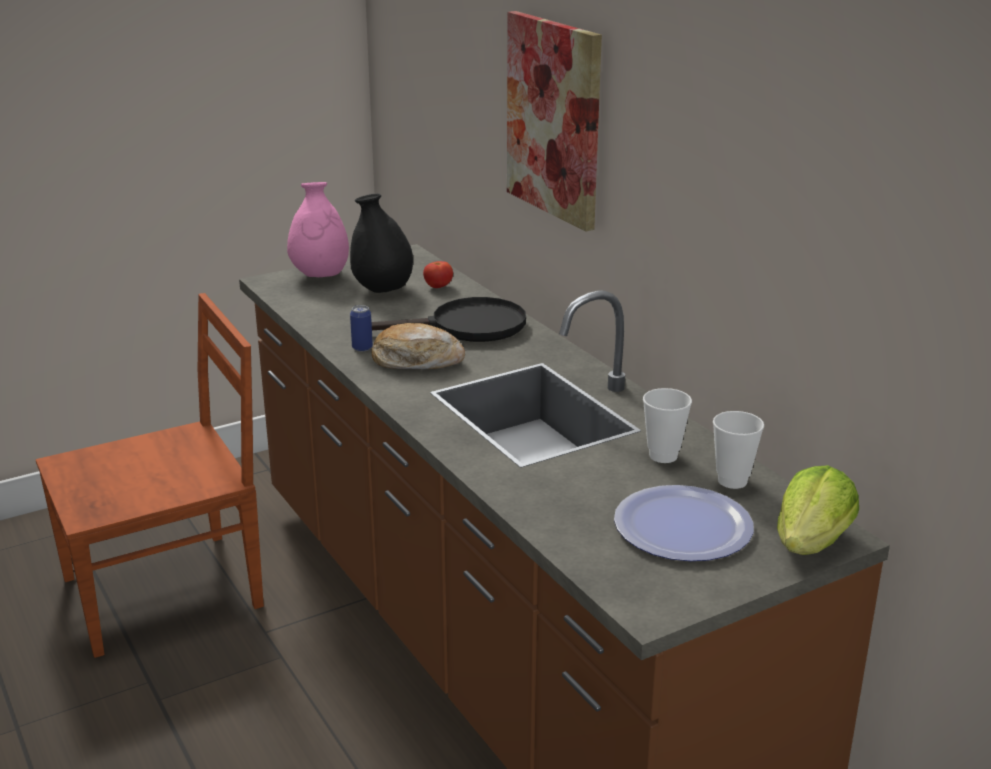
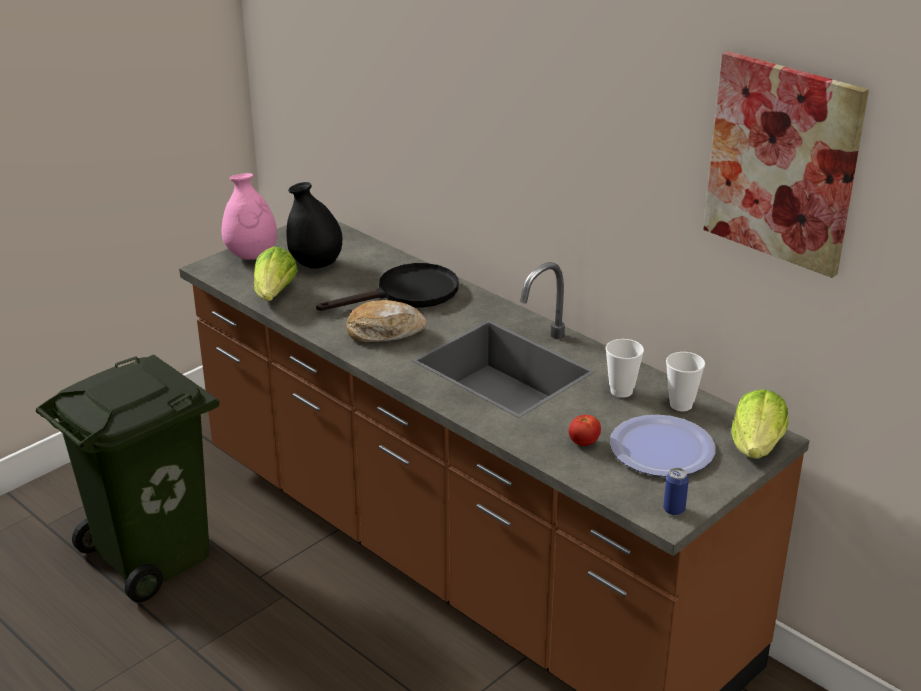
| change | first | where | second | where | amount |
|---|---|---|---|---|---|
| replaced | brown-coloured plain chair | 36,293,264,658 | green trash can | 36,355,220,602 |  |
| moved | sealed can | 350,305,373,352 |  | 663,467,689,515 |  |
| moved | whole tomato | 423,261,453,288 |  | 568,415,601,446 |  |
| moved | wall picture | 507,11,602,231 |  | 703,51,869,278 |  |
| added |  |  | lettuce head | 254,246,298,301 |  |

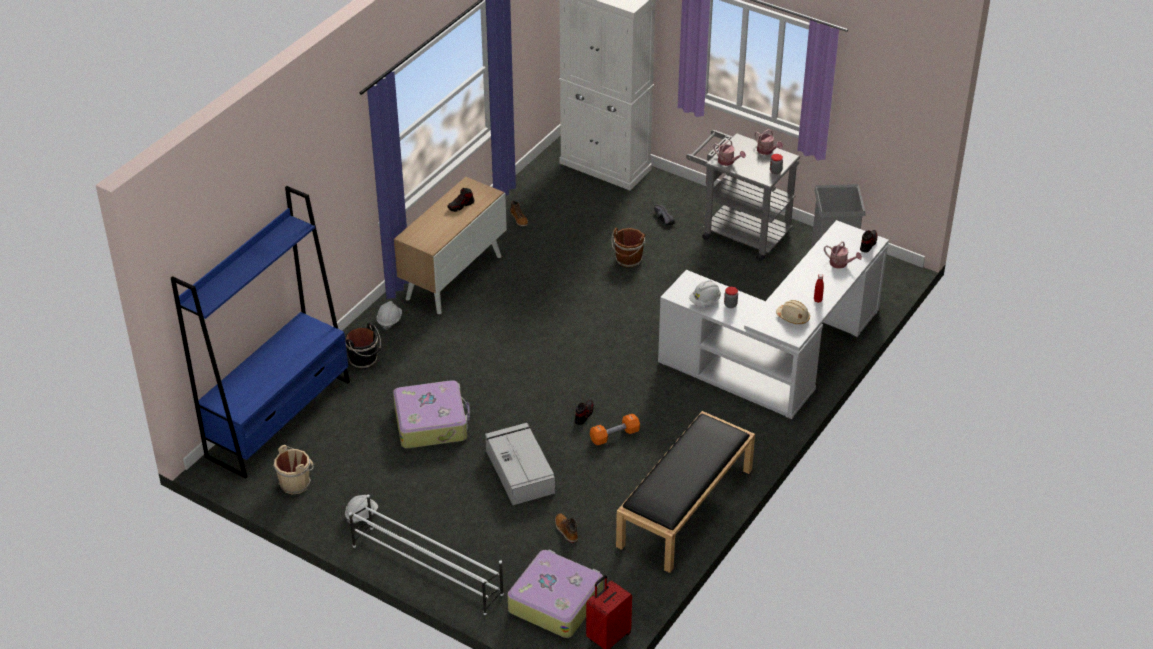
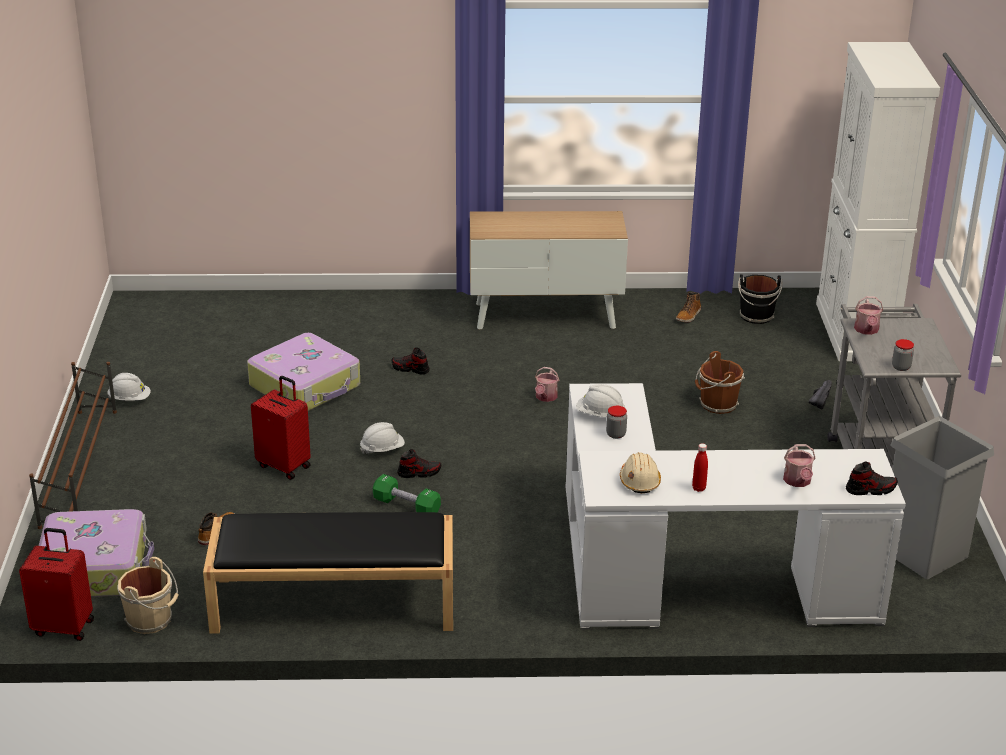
| change | first | where | second | where | amount |
|---|---|---|---|---|---|
| removed | bluish shelving unit | 171,186,350,479 |  |  |  |
| moved | beige-coloured bucket | 273,445,314,494 |  | 117,557,179,634 |  |
| moved | black bucket | 345,323,381,369 |  | 738,274,783,324 |  |
| recoloured | whitish shoe rack | 349,495,504,615 | brown-coloured shoe rack | 29,362,117,529 |  |
| moved | whitish hard hat | 376,301,402,330 |  | 360,422,405,454 |  |
| moved | shoe | 447,188,474,212 |  | 392,348,430,375 |  |
| replaced | gray storage box | 485,423,555,505 | reddish travel case | 251,376,311,480 |  |
| recoloured | orangey free weight | 590,414,640,445 | green free weight | 373,474,441,512 |  |
| moved | watering can | 754,129,783,155 |  | 535,367,559,402 |  |

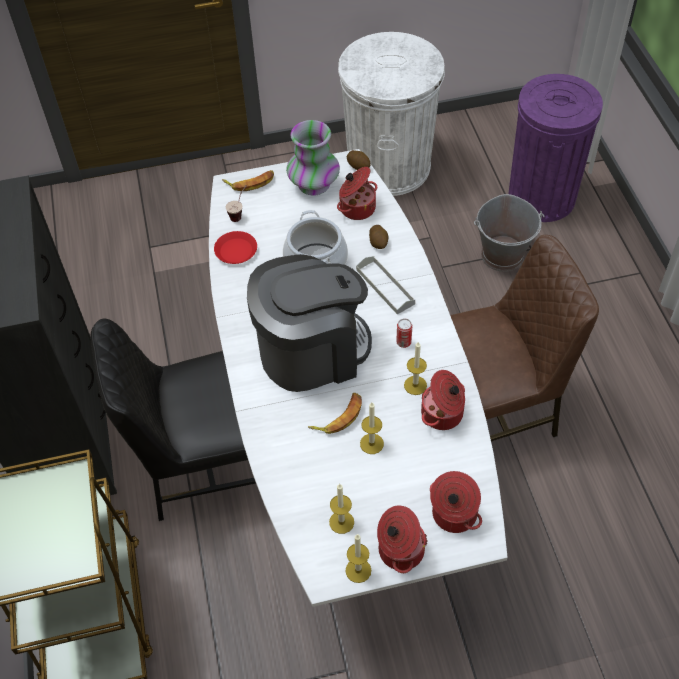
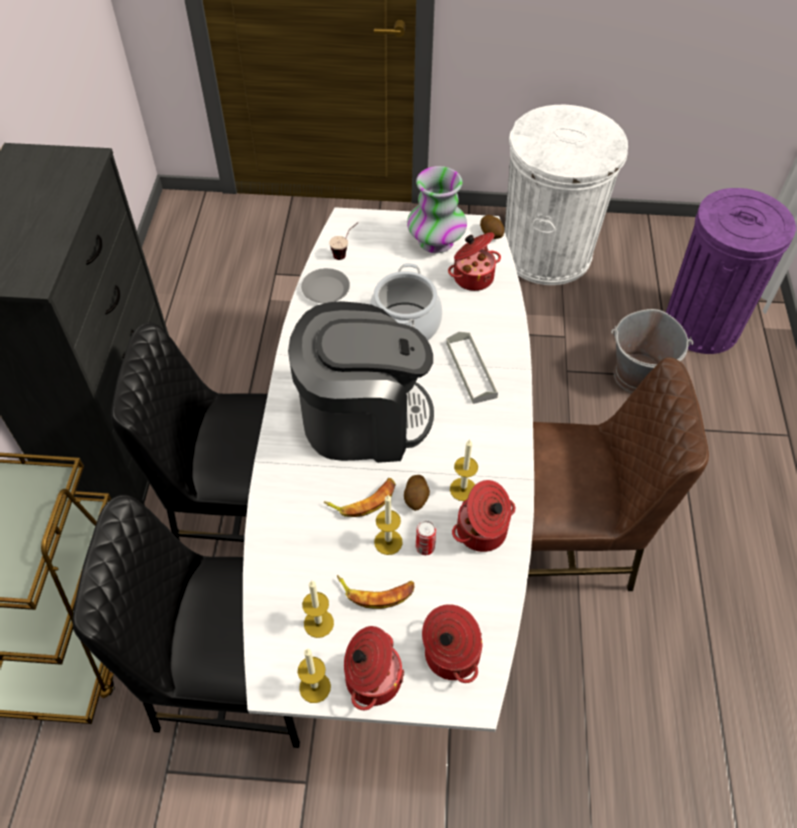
| change | first | where | second | where | amount |
|---|---|---|---|---|---|
| recoloured | reddish flat dish | 214,231,257,264 | gray flat dish | 301,268,350,303 |  |
| moved | banana | 222,170,274,191 |  | 337,575,414,609 |  |
| moved | spud | 369,225,389,249 |  | 404,475,430,511 |  |
| moved | sealed can | 396,318,412,348 |  | 416,521,436,555 |  |
| added |  |  | black plain chair | 72,495,300,748 |  |

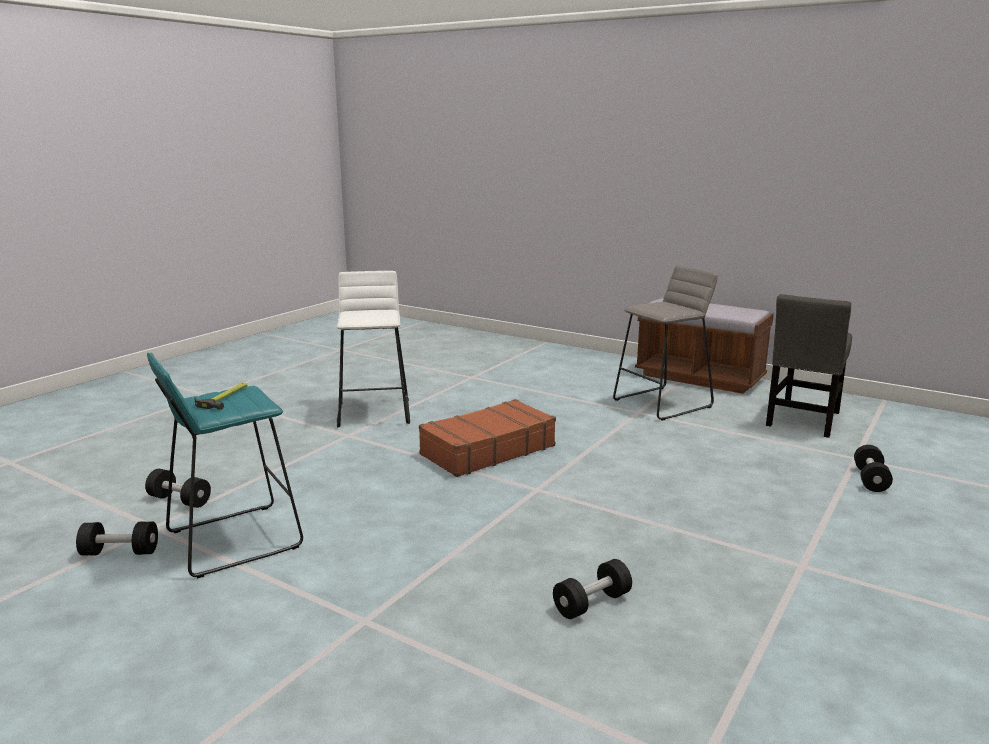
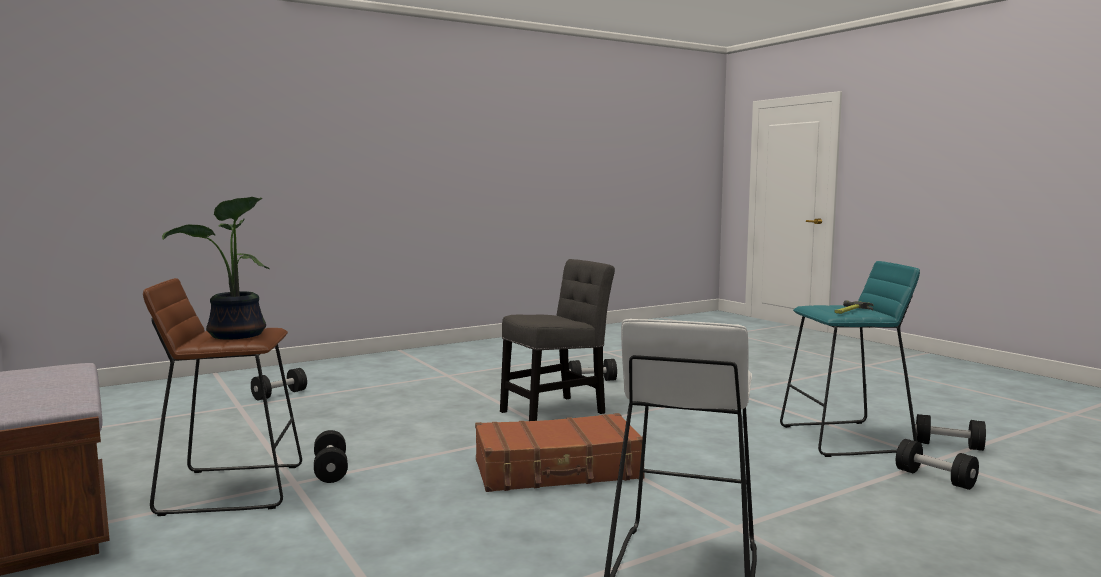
| change | first | where | second | where | amount |
|---|---|---|---|---|---|
| recoloured | gray sitting stool | 613,266,718,421 | brown-coloured sitting stool | 143,278,302,516 |  |
| moved | gray plain chair | 766,294,852,438 |  | 500,259,615,421 |  |
| added |  |  | potted plant | 162,197,270,339 |  |
| added |  |  | black free weight | 314,430,348,483 |  |

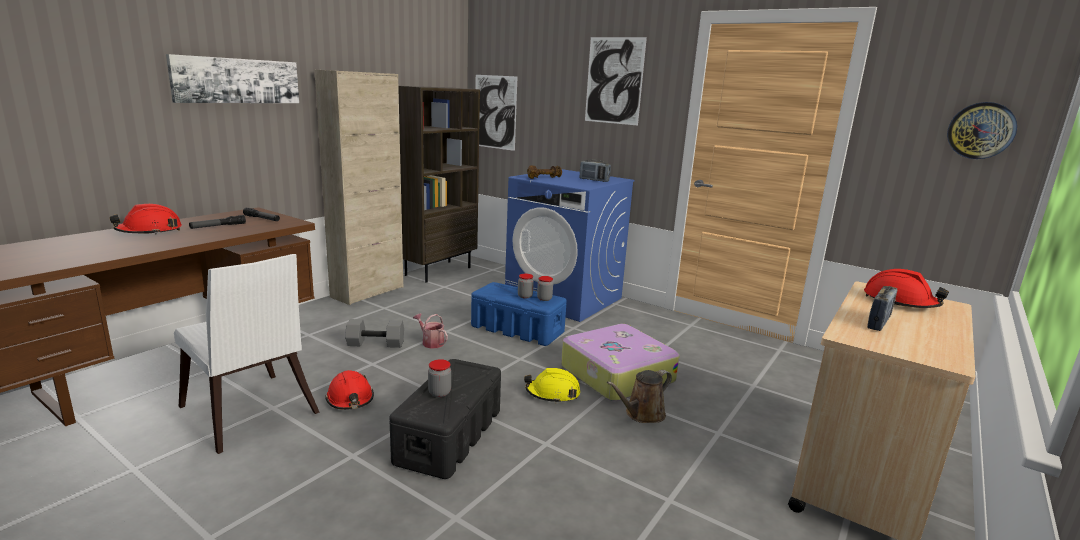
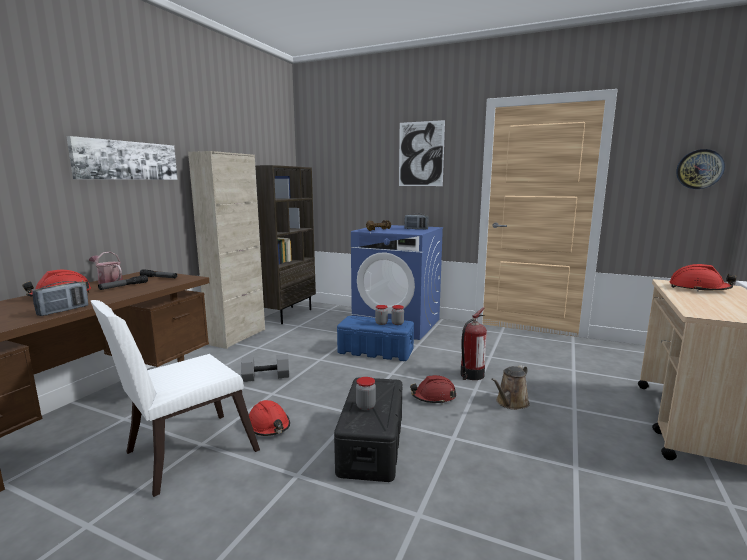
| change | first | where | second | where | amount |
|---|---|---|---|---|---|
| turned | whitish plain chair | 174,254,320,454 |  | 91,300,260,497 | 105 degrees clockwise |
| moved | watering can | 413,313,448,349 |  | 89,252,123,284 |  |
| removed | wall picture | 475,75,517,151 |  |  |  |
| recoloured | yellowish hard hat | 524,368,580,404 | reddish hard hat | 410,375,456,404 |  |
| replaced | travel case | 561,324,680,401 | fire extinguisher | 461,307,487,380 |  |
| moved | radio receiver | 867,286,897,331 |  | 32,281,88,316 |  |

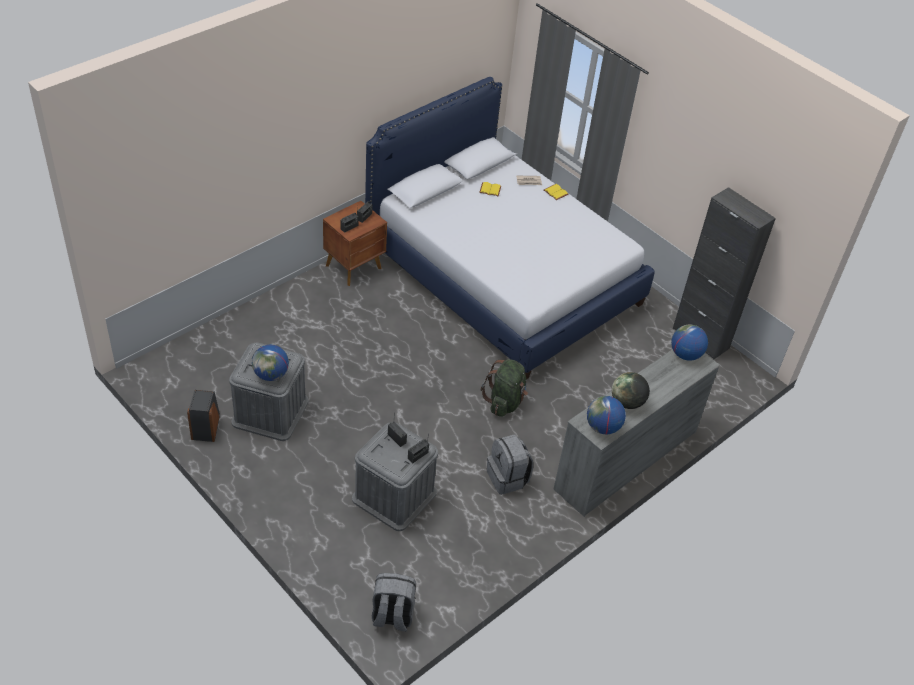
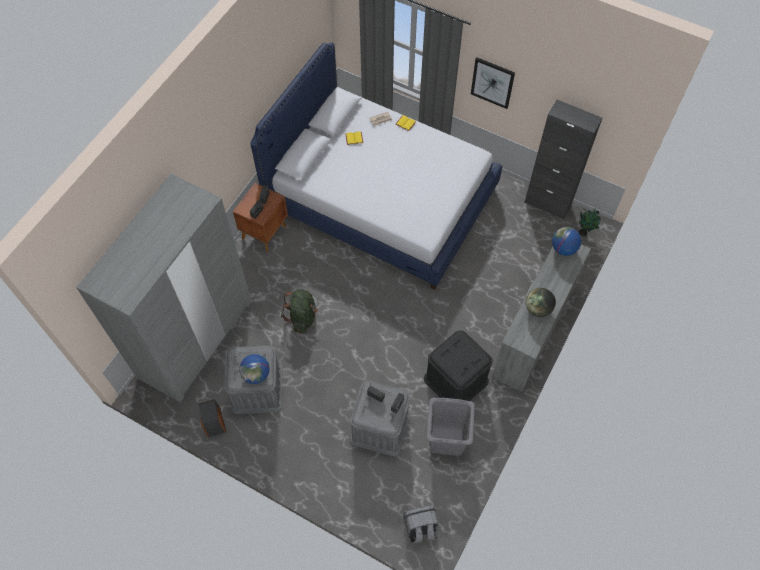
| change | first | where | second | where | amount |
|---|---|---|---|---|---|
| moved | green rucksack | 481,359,528,417 |  | 281,289,318,333 |  |
| replaced | gray rucksack | 487,435,533,495 | black storage box | 424,330,493,401 |  |
| removed | globe | 587,396,626,435 |  |  |  |
| added |  |  | gray armoire | 76,174,252,402 |  |
| added |  |  | gray laundry basket | 427,398,475,456 |  |
| added |  |  | wall picture | 471,57,515,109 |  |
| added |  |  | potted plant | 579,208,602,236 |  |

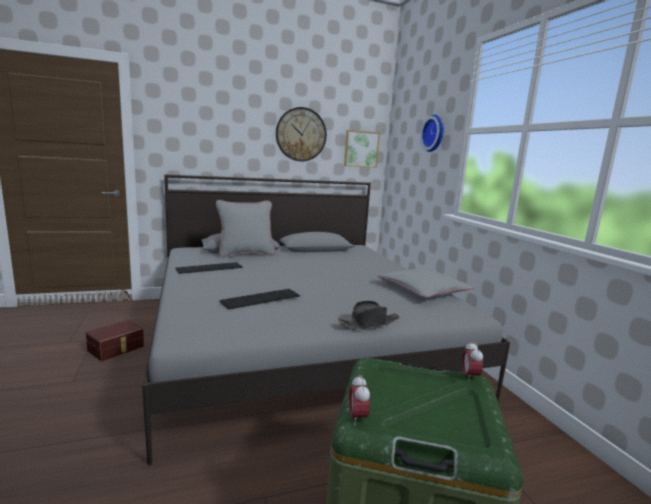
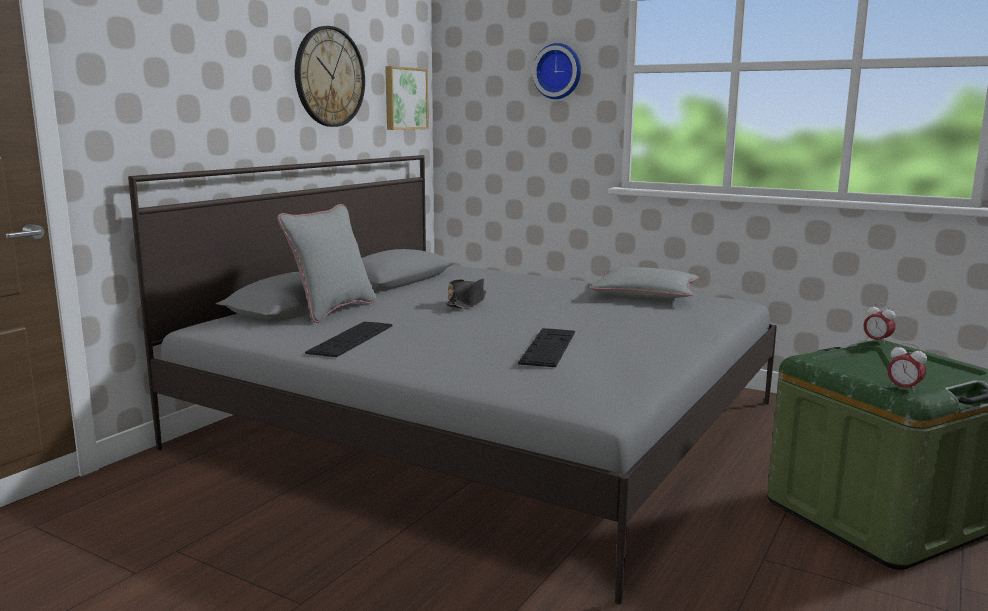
| change | first | where | second | where | amount |
|---|---|---|---|---|---|
| removed | brown-coloured storage box | 86,320,144,361 |  |  |  |
| moved | black hat | 338,301,399,329 |  | 446,278,486,309 |  |

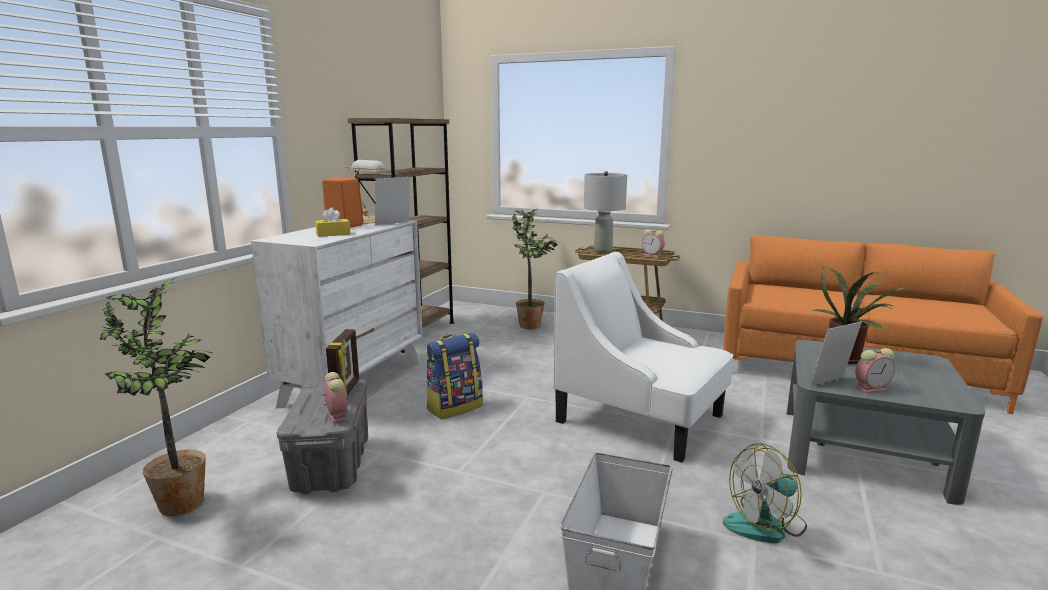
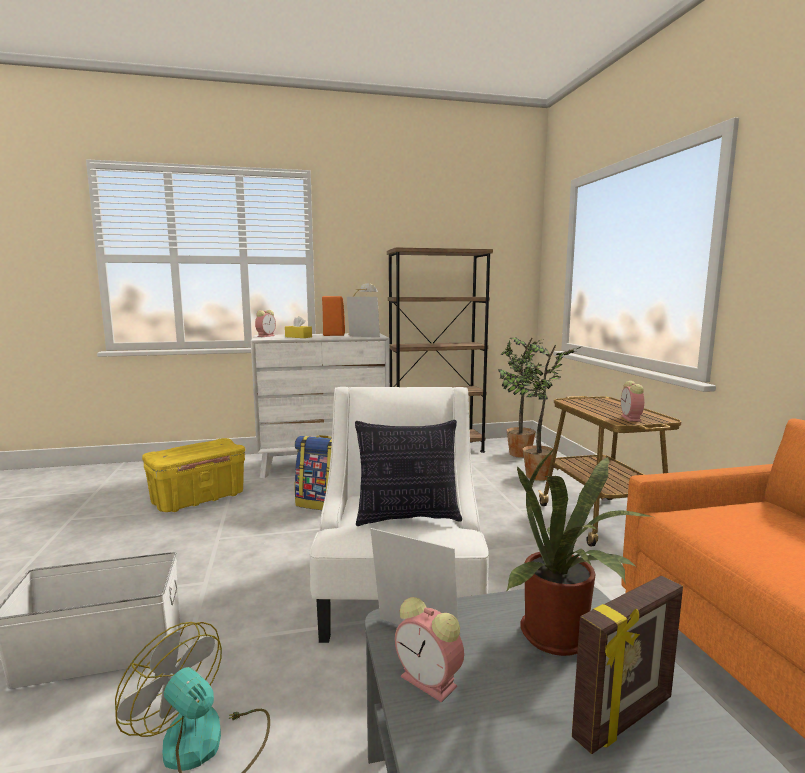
| change | first | where | second | where | amount |
|---|---|---|---|---|---|
| moved | potted plant | 100,278,213,516 |  | 498,337,544,458 |  |
| recoloured | gray storage box | 277,379,368,494 | yellowish storage box | 142,438,245,512 |  |
| moved | table clock | 322,372,347,423 |  | 255,310,276,337 |  |
| moved | photo frame | 326,329,359,397 |  | 572,576,683,754 |  |
| removed | gray table lamp | 584,171,627,253 |  |  |  |
| added |  |  | cushion | 355,420,462,526 |  |

